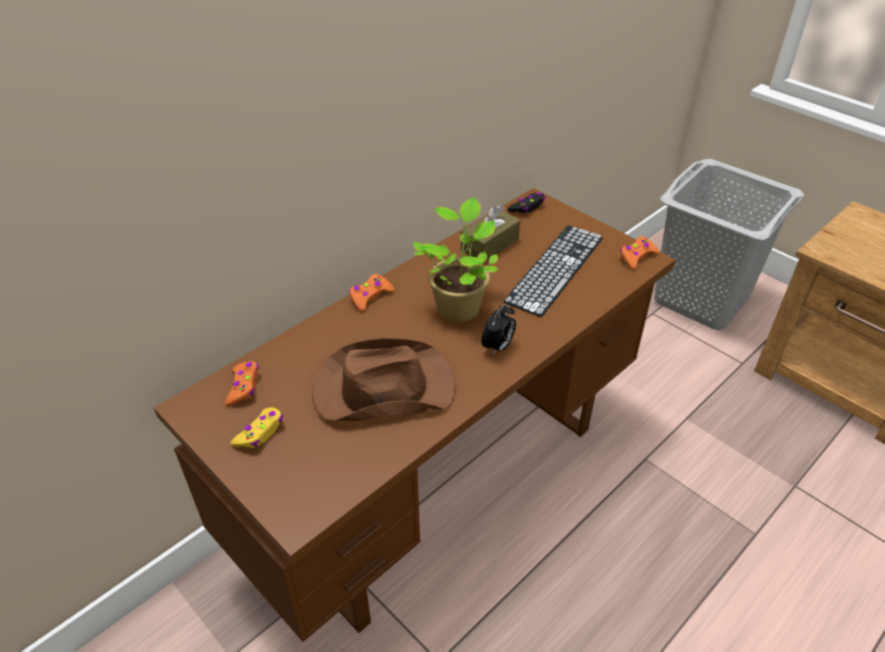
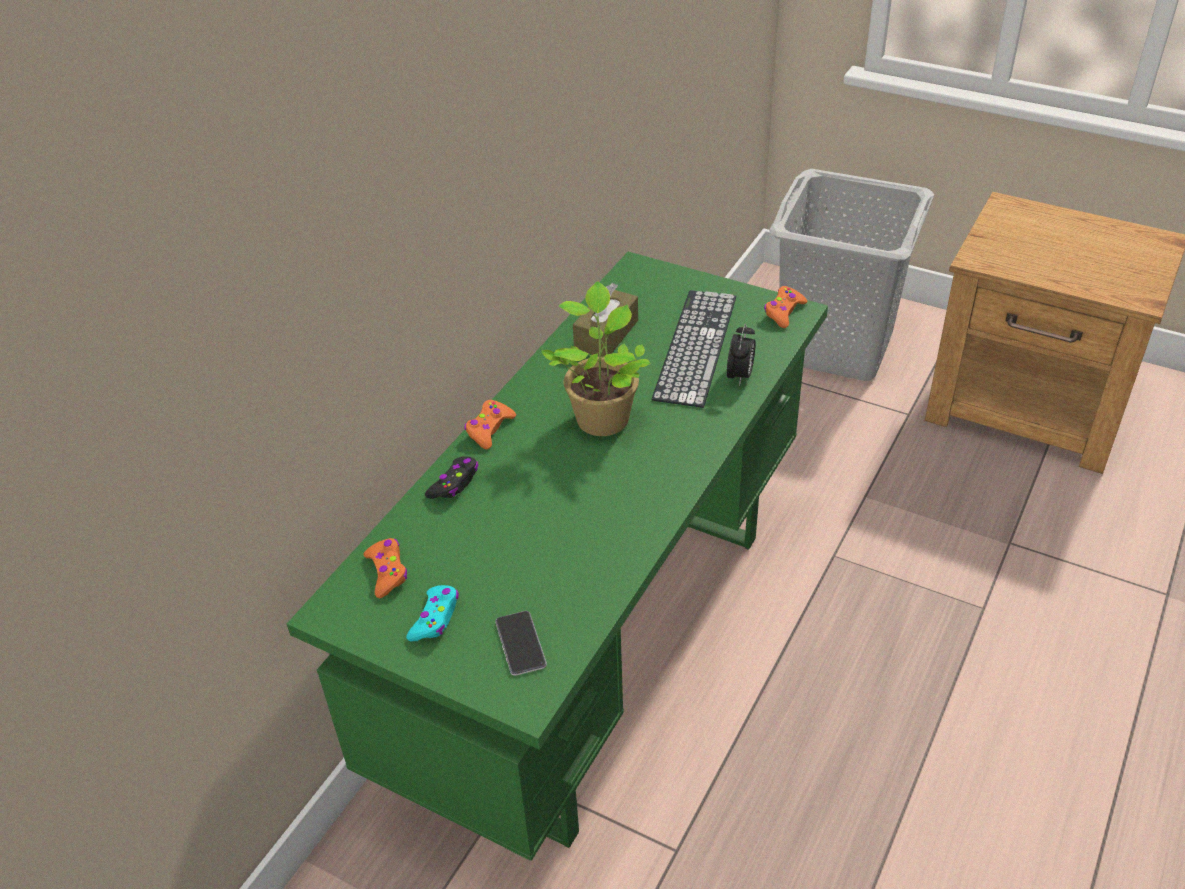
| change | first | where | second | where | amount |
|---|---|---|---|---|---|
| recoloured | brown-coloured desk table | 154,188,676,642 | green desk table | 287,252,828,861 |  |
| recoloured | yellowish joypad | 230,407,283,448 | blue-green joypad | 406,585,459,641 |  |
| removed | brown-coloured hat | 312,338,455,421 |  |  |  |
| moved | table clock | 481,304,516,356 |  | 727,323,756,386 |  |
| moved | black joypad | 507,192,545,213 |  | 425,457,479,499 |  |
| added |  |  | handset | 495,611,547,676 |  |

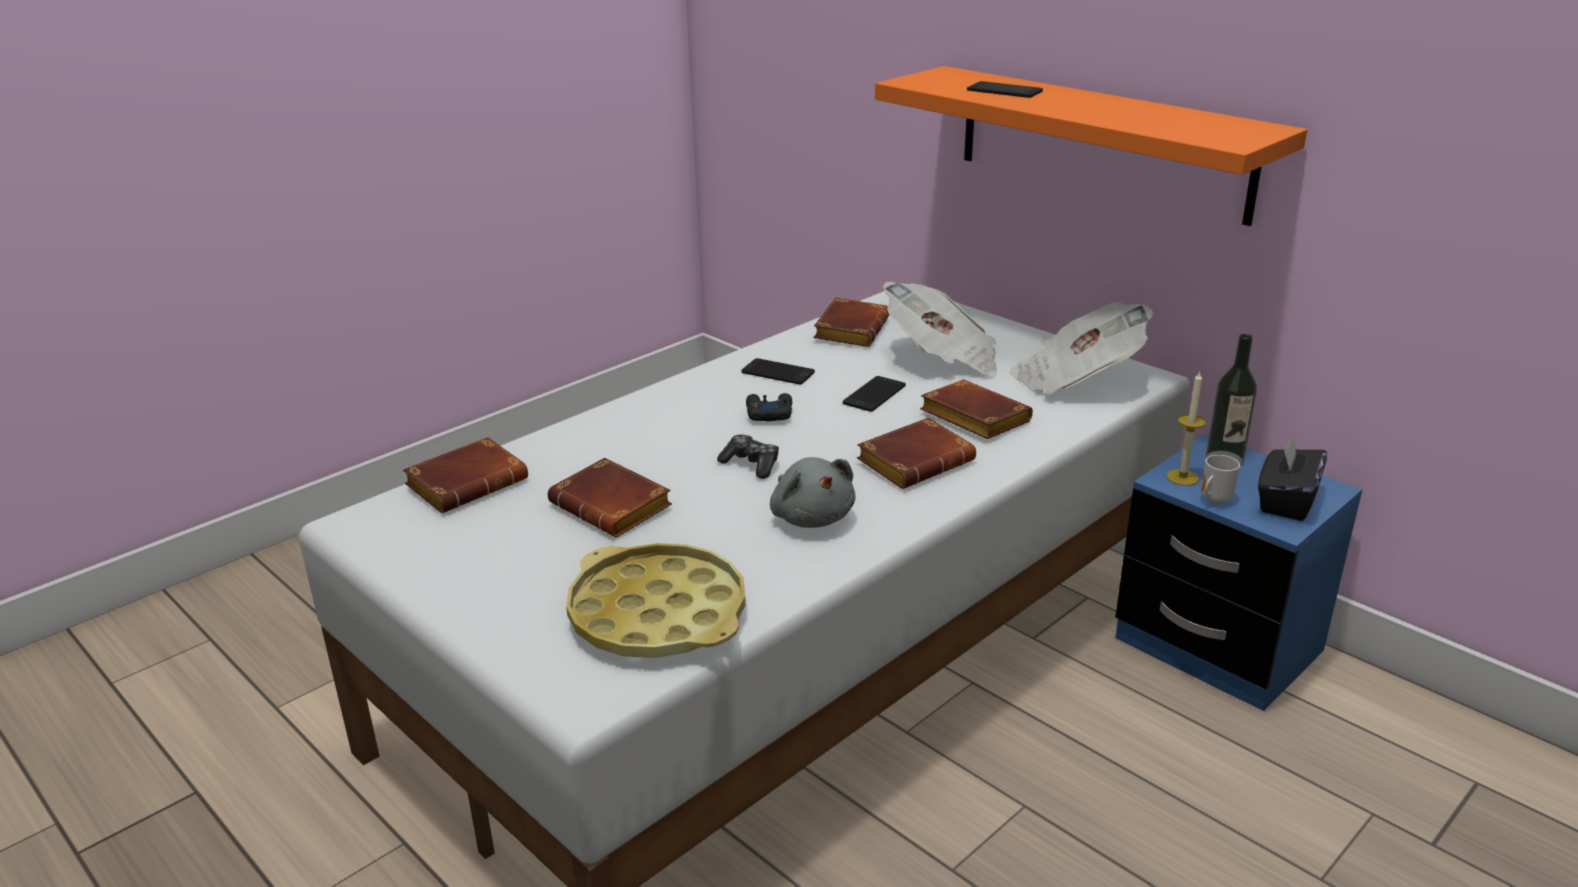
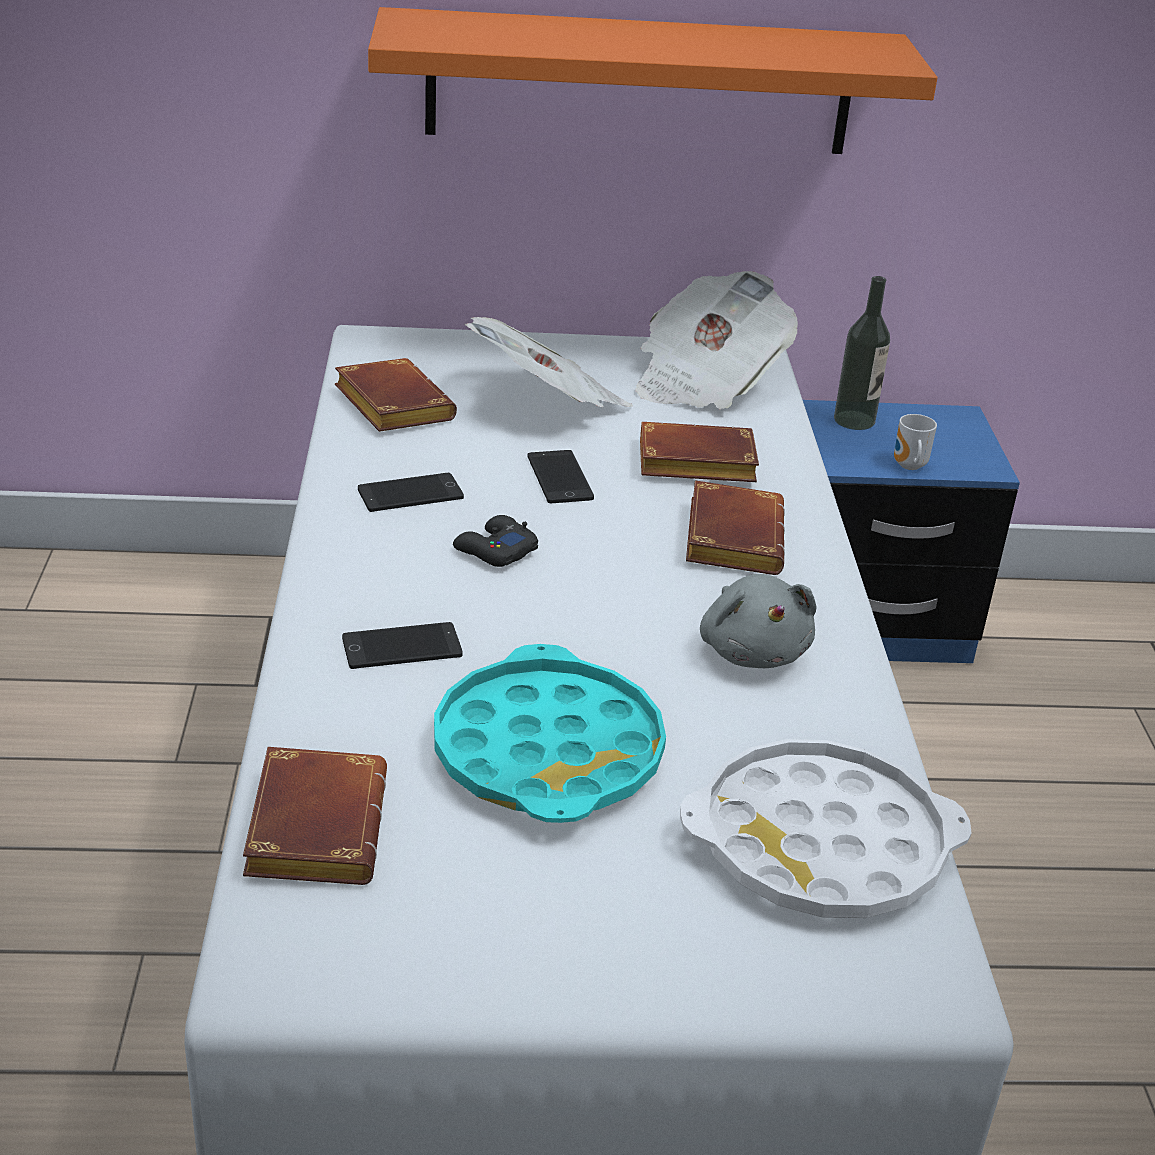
| change | first | where | second | where | amount |
|---|---|---|---|---|---|
| replaced | brown-coloured volume | 548,458,672,537 | blue-green tray | 434,644,666,823 |  |
| recoloured | yellowish tray | 566,543,746,658 | whitish tray | 680,739,972,918 |  |
| removed | joypad | 717,434,779,479 |  |  |  |
| turned | gray cuddly toy | 770,457,855,528 |  | 700,574,816,668 | 60 degrees clockwise |
| moved | handset | 967,81,1043,98 |  | 342,622,462,669 |  |
| removed | candle | 1167,371,1206,486 |  |  |  |
| removed | black tissue box | 1258,436,1327,521 |  |  |  |

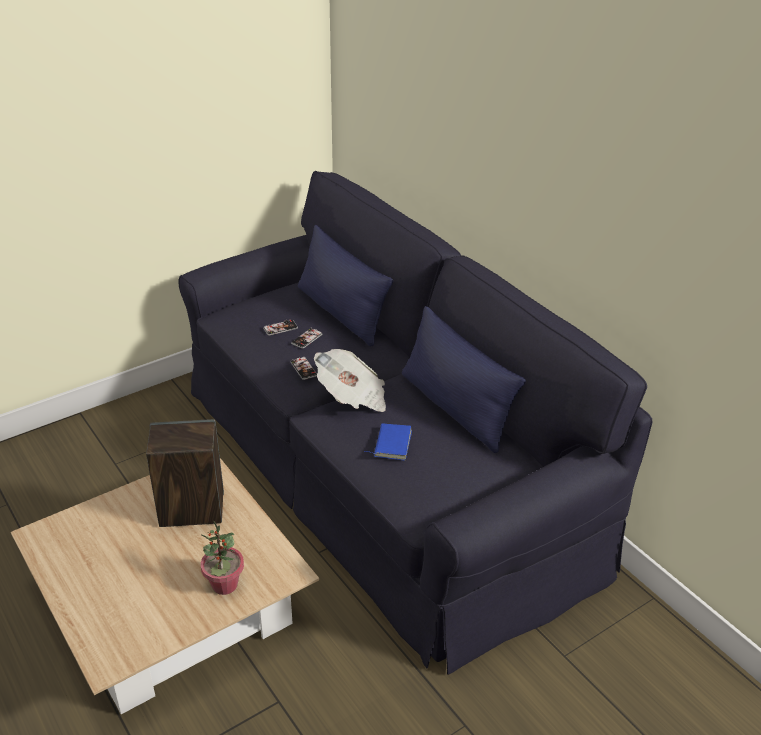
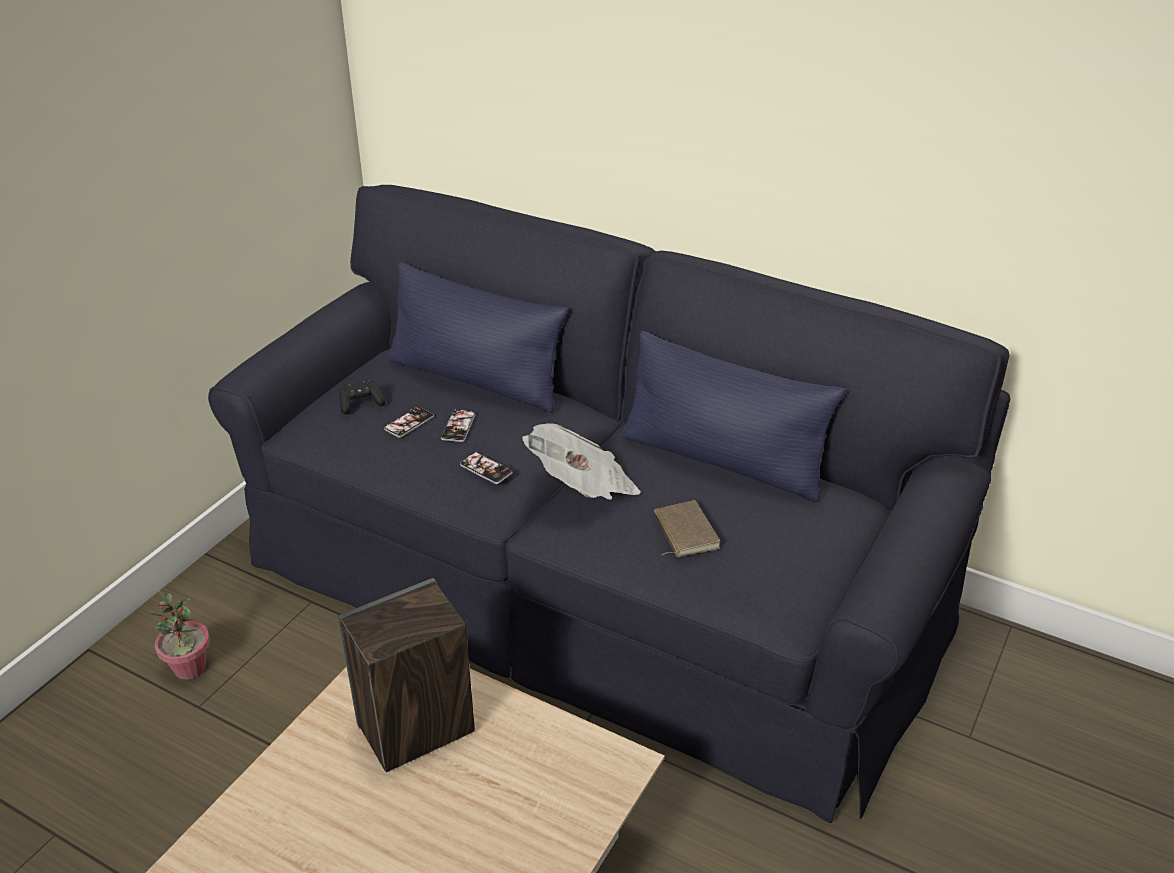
| change | first | where | second | where | amount |
|---|---|---|---|---|---|
| moved | potted plant | 200,520,244,595 |  | 147,591,210,680 |  |
| recoloured | bluish volume | 364,423,412,460 | brown-coloured volume | 654,500,720,557 |  |
| added |  |  | black joypad | 340,379,385,414 |  |

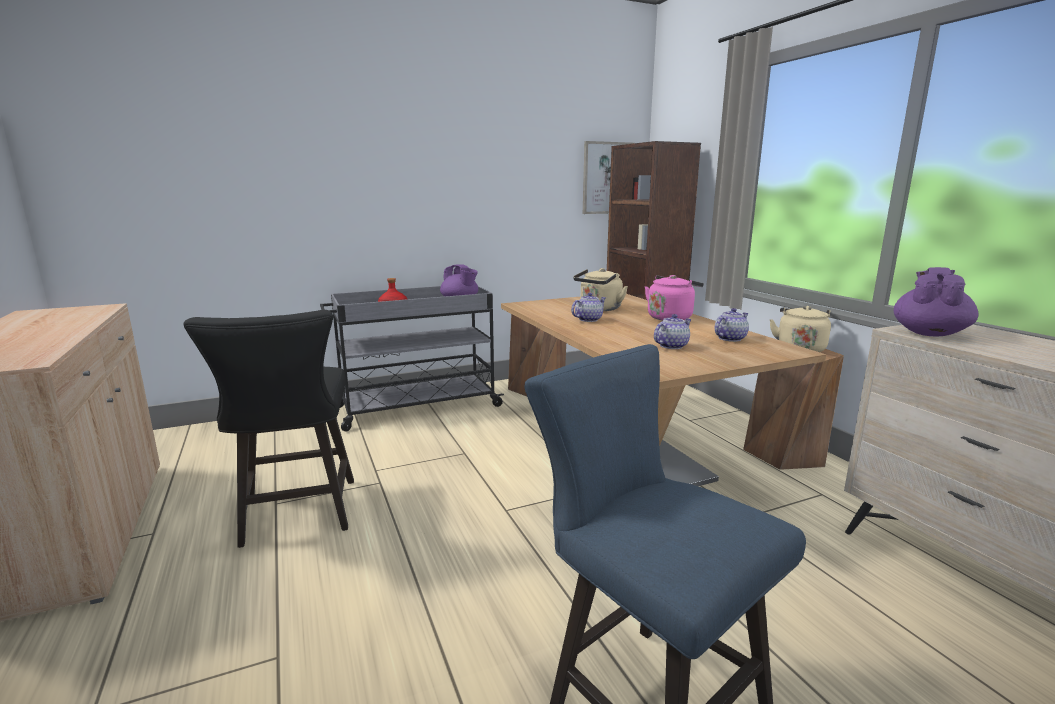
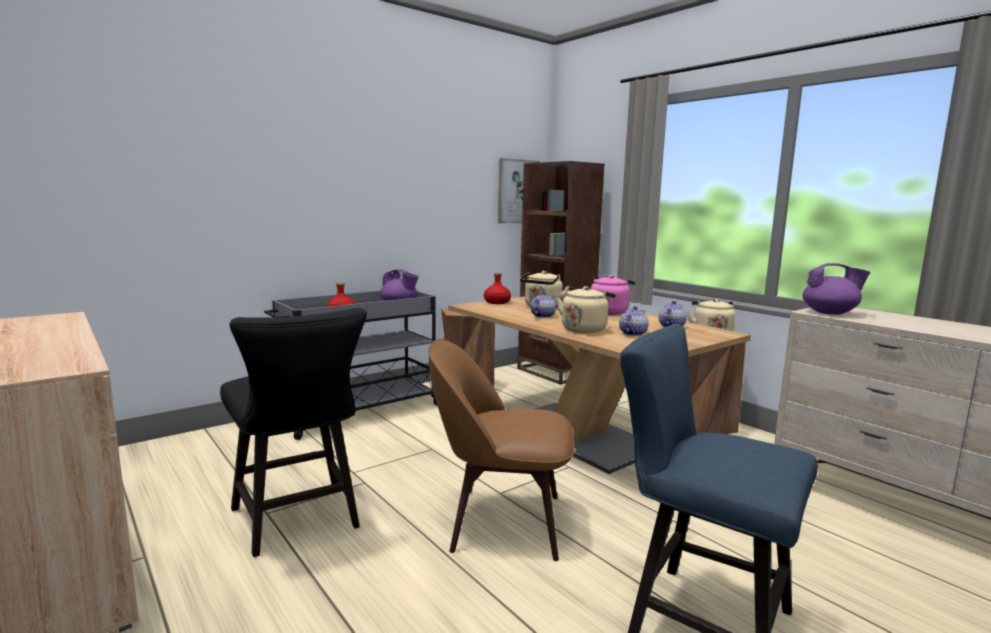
| change | first | where | second | where | amount |
|---|---|---|---|---|---|
| turned | purple-coloured tea pot | 894,267,979,336 |  | 802,263,870,315 | 90 degrees clockwise |
| added |  |  | brown-coloured plain chair | 429,339,575,561 |  |
| added |  |  | reddish beverage bottle | 484,273,511,304 |  |
| added |  |  | beige-coloured kettle | 557,286,616,333 |  |

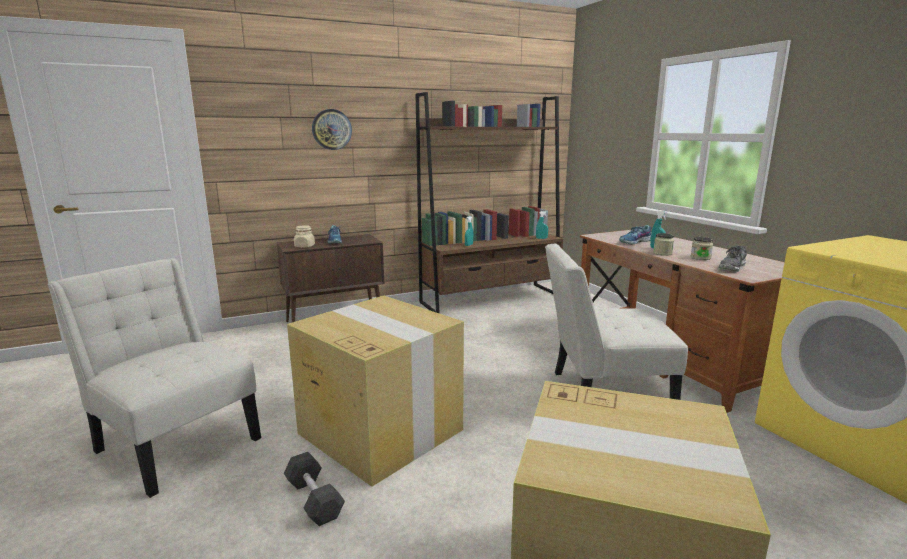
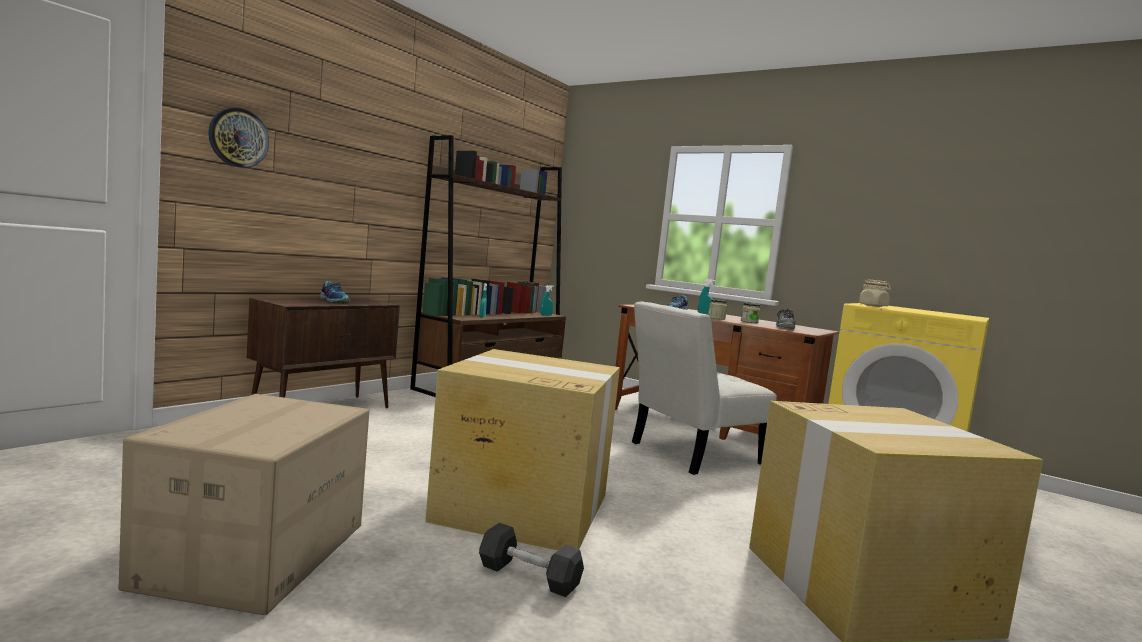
| change | first | where | second | where | amount |
|---|---|---|---|---|---|
| replaced | whitish plain chair | 47,258,261,498 | cardboard box | 118,394,369,615 |  |
| moved | beige-coloured preserve jar | 294,225,315,248 |  | 859,279,891,307 |  |
| moved | wall clock | 312,109,352,150 |  | 208,108,269,168 |  |

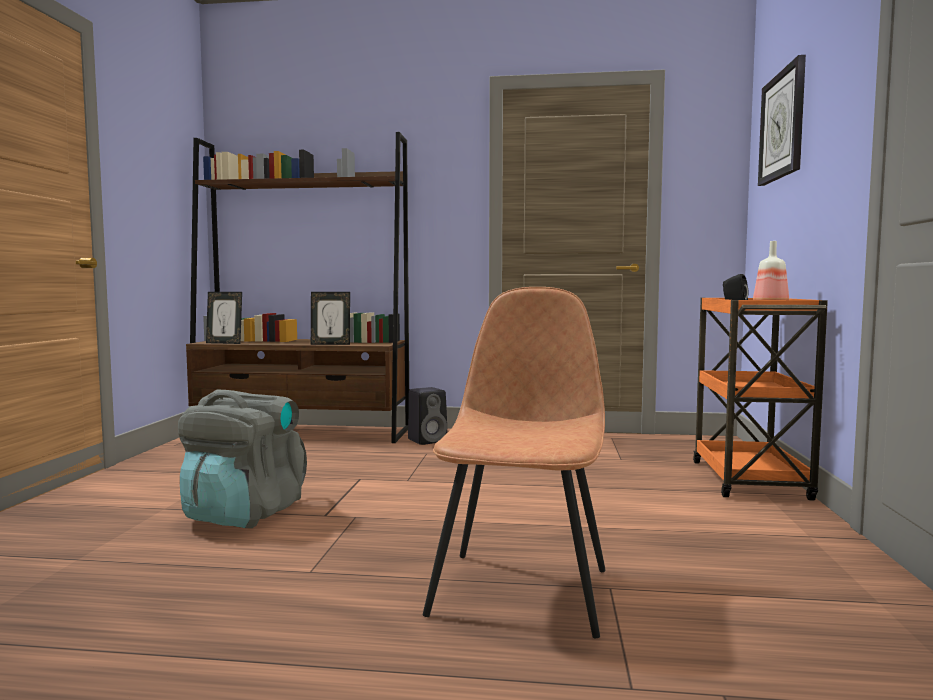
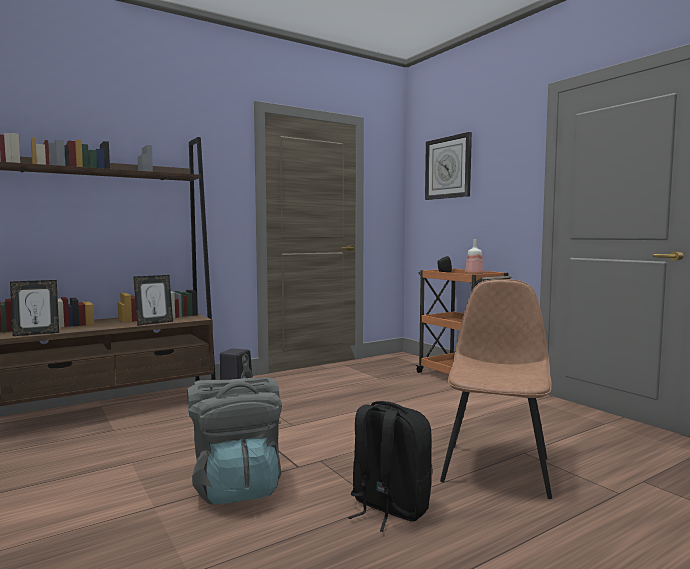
| change | first | where | second | where | amount |
|---|---|---|---|---|---|
| turned | brown-coloured plain chair | 423,287,606,638 |  | 440,279,552,499 | 45 degrees clockwise |
| added |  |  | black rucksack | 348,401,432,532 |  |

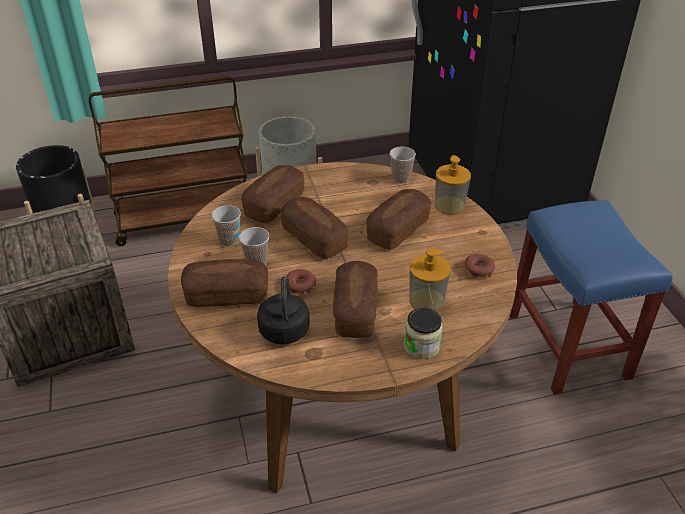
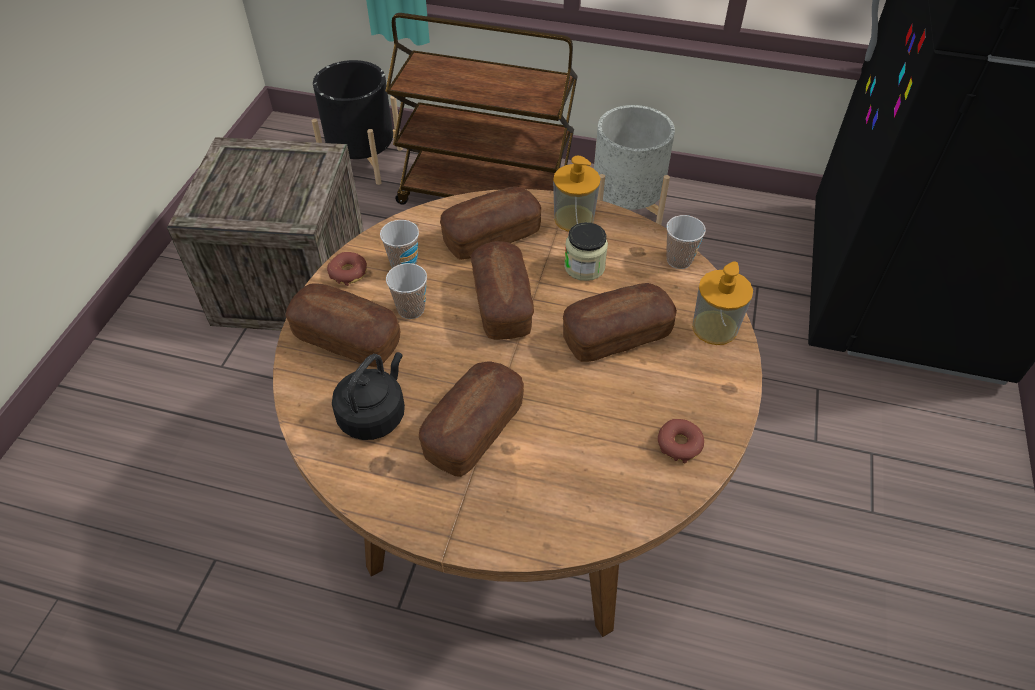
| change | first | where | second | where | amount |
|---|---|---|---|---|---|
| moved | donut | 286,269,316,294 |  | 327,252,367,286 |  |
| moved | preserve jar | 404,308,443,359 |  | 564,222,608,281 |  |
| moved | soap dispenser | 409,248,451,312 |  | 553,156,600,232 |  |
| removed | bluish sitting stool | 509,200,673,394 |  |  |  |

